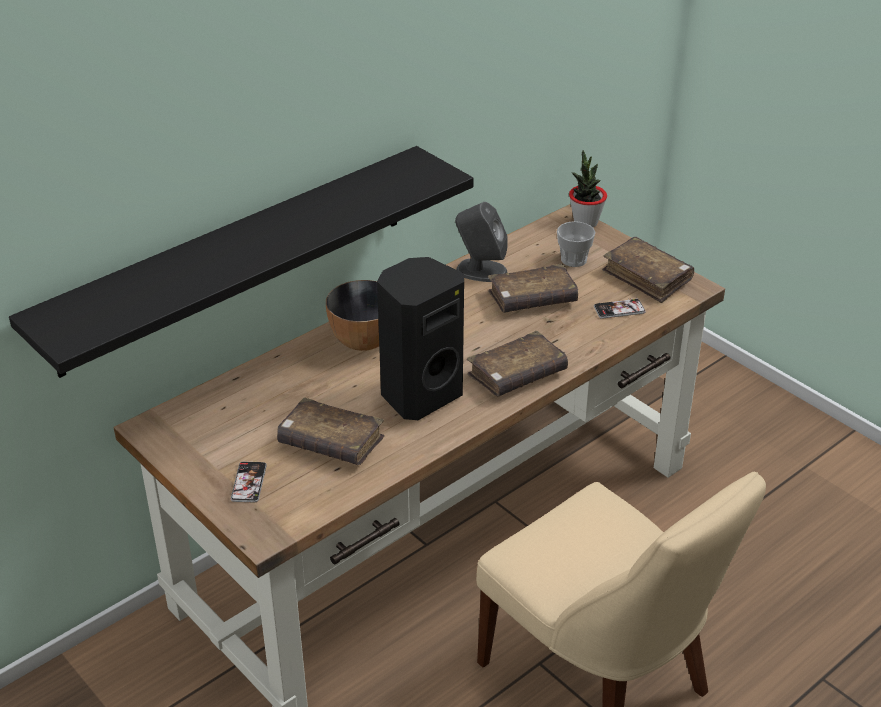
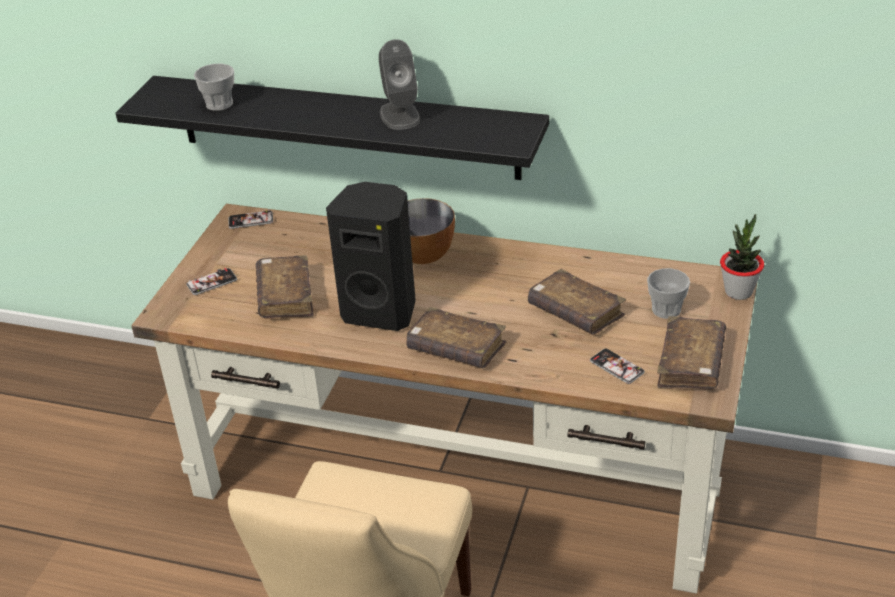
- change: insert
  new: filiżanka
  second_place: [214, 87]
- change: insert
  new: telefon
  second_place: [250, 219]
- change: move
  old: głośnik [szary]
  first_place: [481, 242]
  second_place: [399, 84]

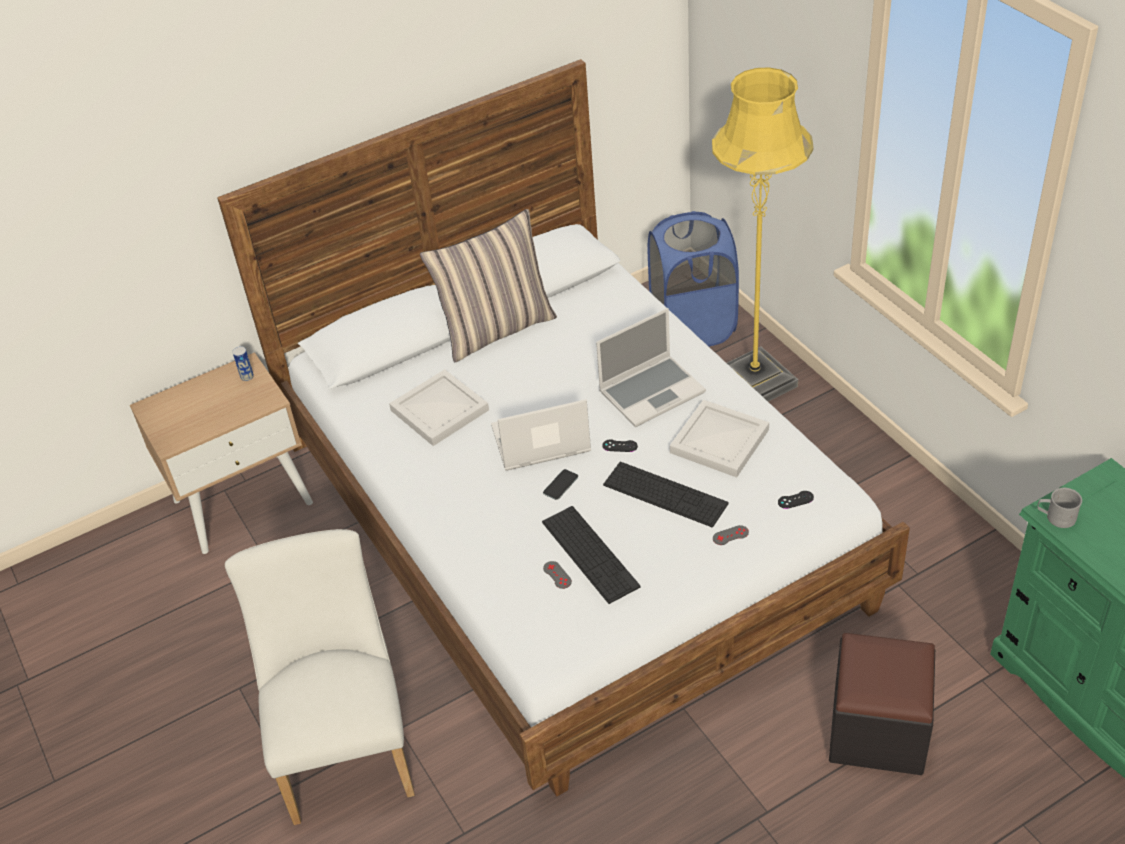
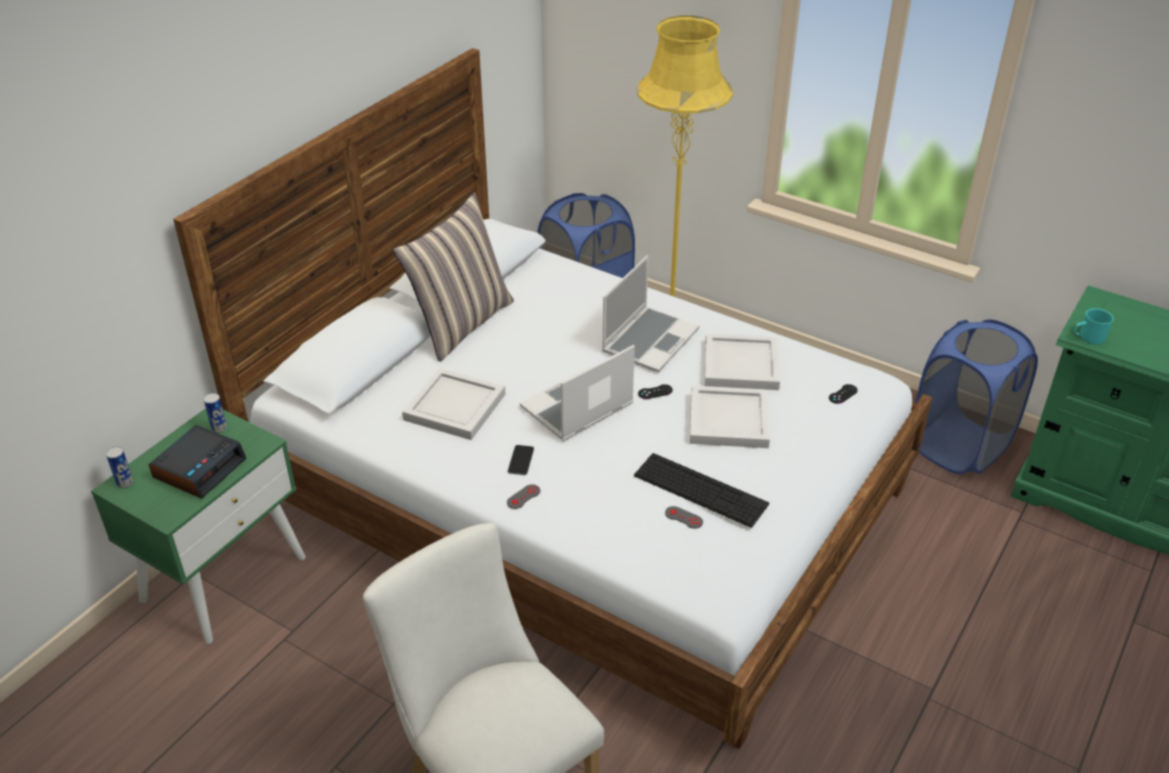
- change: recolor
  old: szafka nocna [beżowy]
  new: szafka nocna [zielony]
  first_place: [221, 453]
  second_place: [198, 526]
- change: insert
  new: puszka
  second_place: [119, 467]
- change: insert
  new: budzik
  second_place: [197, 462]
- change: move
  old: pad do gier [szary]
  first_place: [731, 535]
  second_place: [523, 496]
- change: move
  old: telefon
  first_place: [560, 484]
  second_place: [521, 460]
- change: replace
  old: klawiatura
  new: taca [biały]
  first_place: [666, 494]
  second_place: [730, 417]
- change: insert
  new: kosz na pranie [niebieski]
  second_place: [976, 397]
- change: recolor
  old: kubek [szary]
  new: kubek [turkusowy]
  first_place: [1060, 508]
  second_place: [1094, 326]
- change: delete
  old: pufa [czarny]
  first_place: [882, 704]

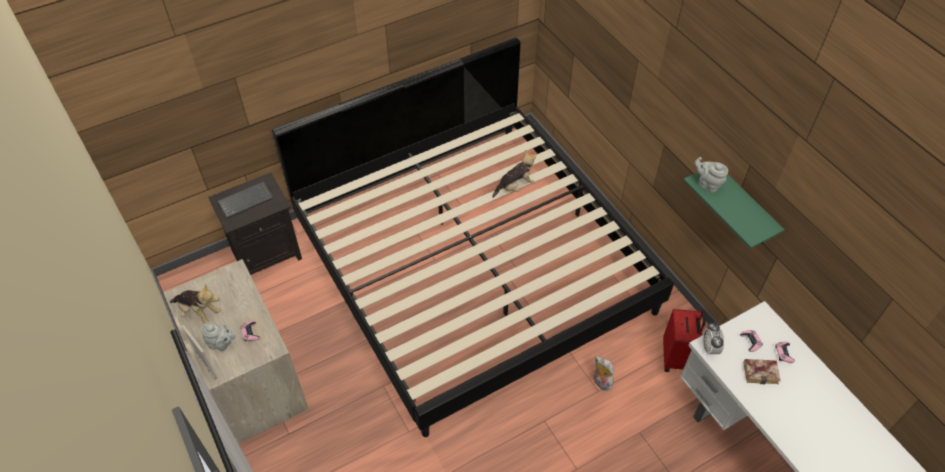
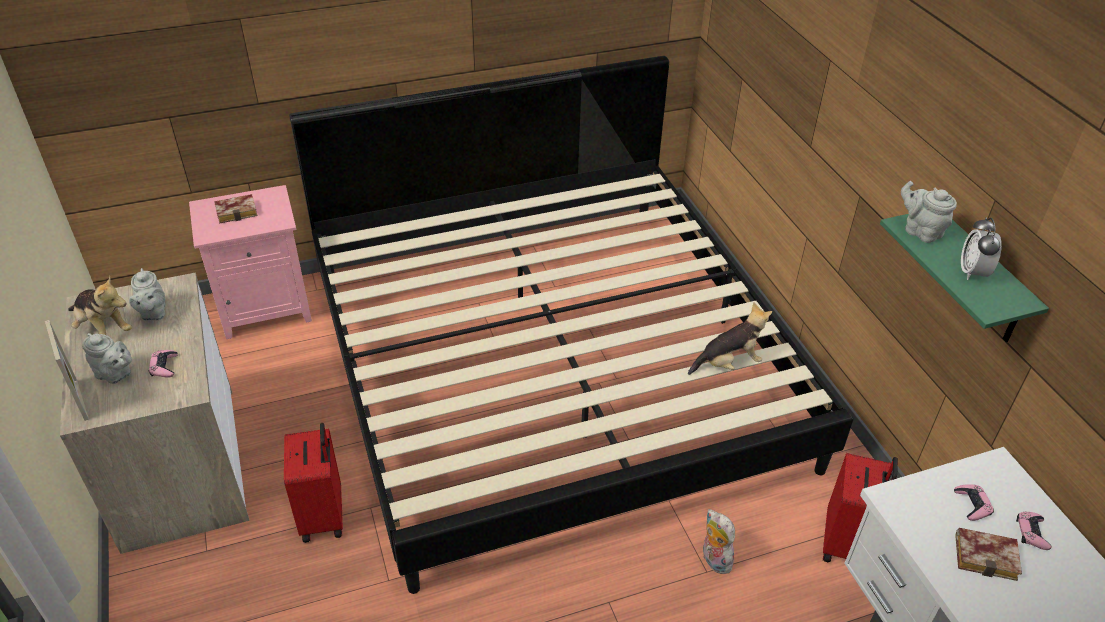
- change: insert
  new: imbryk [szary]
  second_place: [147, 294]
- change: recolor
  old: szafka nocna [czarny]
  new: szafka nocna [różowy]
  first_place: [255, 224]
  second_place: [250, 262]
- change: replace
  old: klawiatura
  new: książka
  first_place: [245, 199]
  second_place: [236, 209]
- change: insert
  new: walizka [czerwony]
  second_place: [313, 483]
- change: move
  old: pluszak
  first_place: [514, 174]
  second_place: [730, 338]
- change: move
  old: budzik
  first_place: [713, 338]
  second_place: [981, 249]

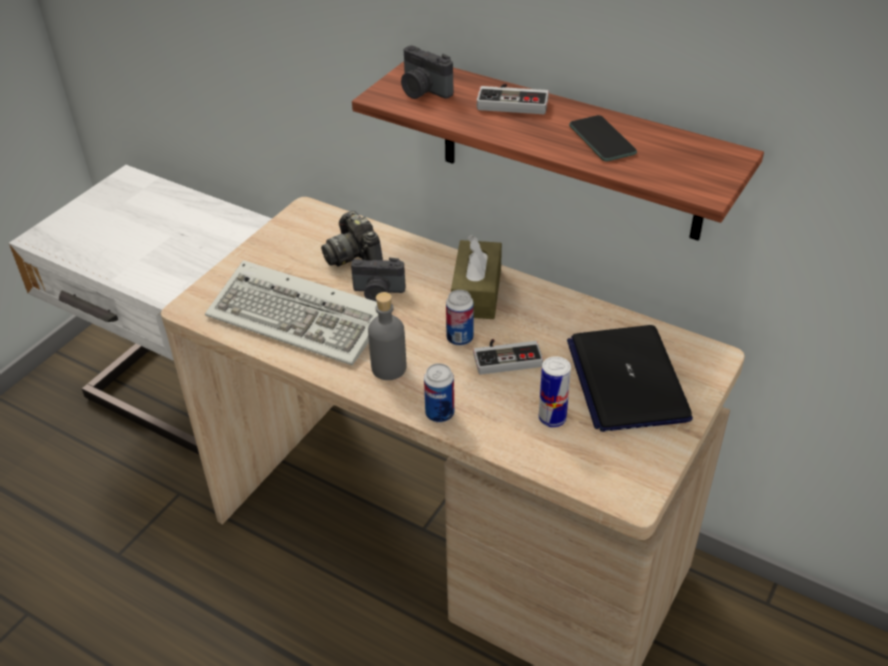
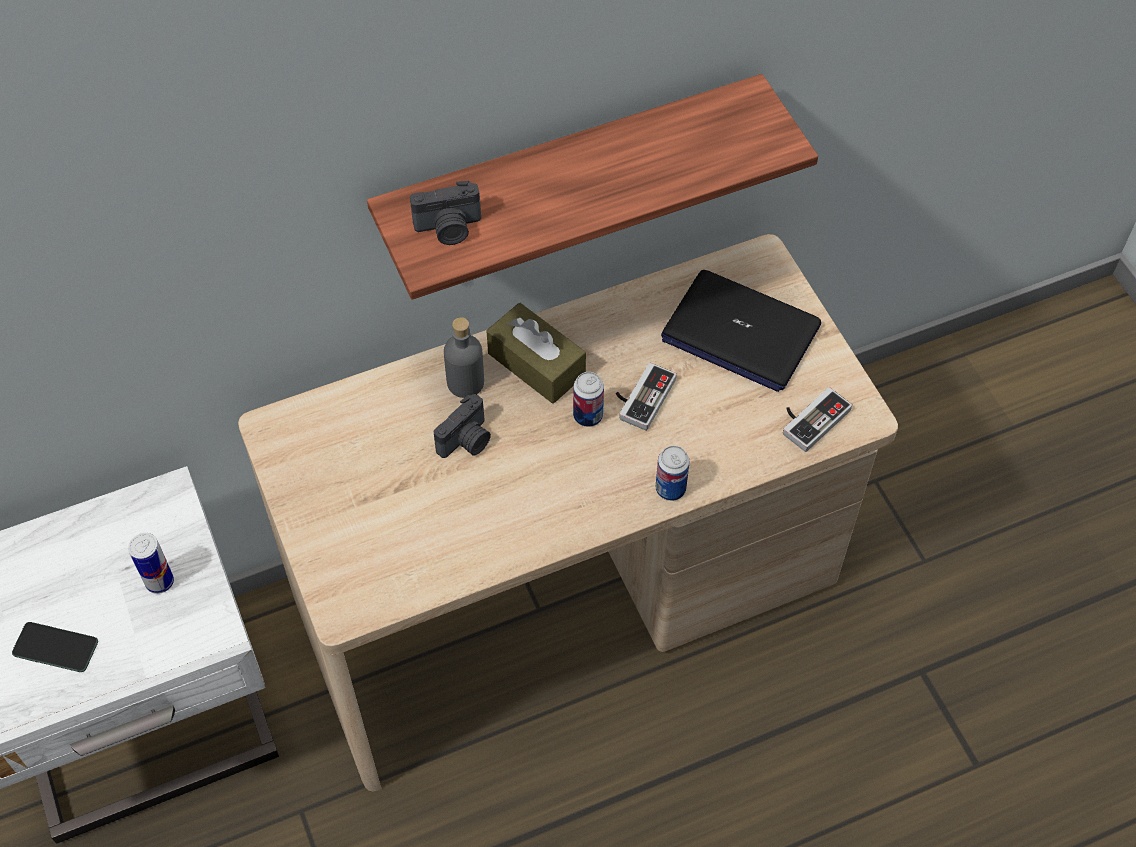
- change: move
  old: telefon
  first_place: [603, 138]
  second_place: [55, 647]
- change: move
  old: puszka
  first_place: [554, 391]
  second_place: [151, 563]
- change: move
  old: butelka [szary]
  first_place: [387, 336]
  second_place: [464, 357]
- change: move
  old: pad do gier
  first_place: [513, 98]
  second_place: [817, 419]
- change: delete
  old: klawiatura
  first_place: [291, 312]
- change: delete
  old: aparat fotograficzny
  first_place: [352, 239]

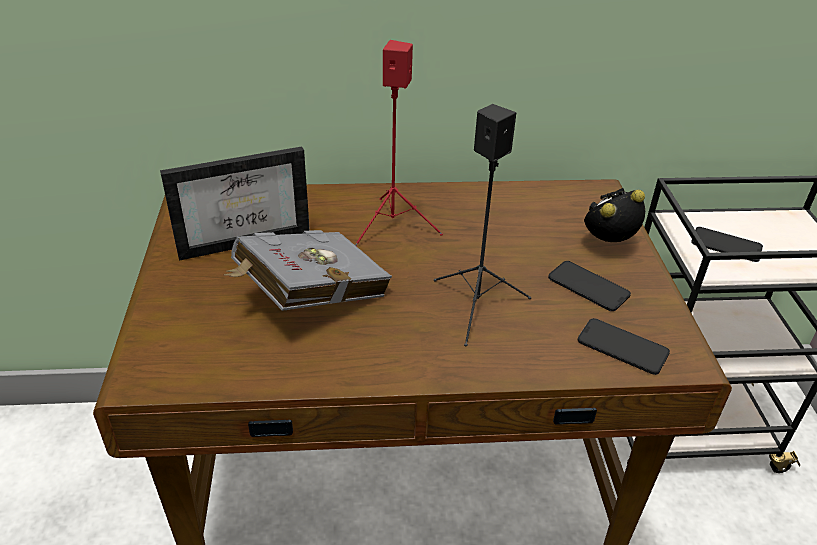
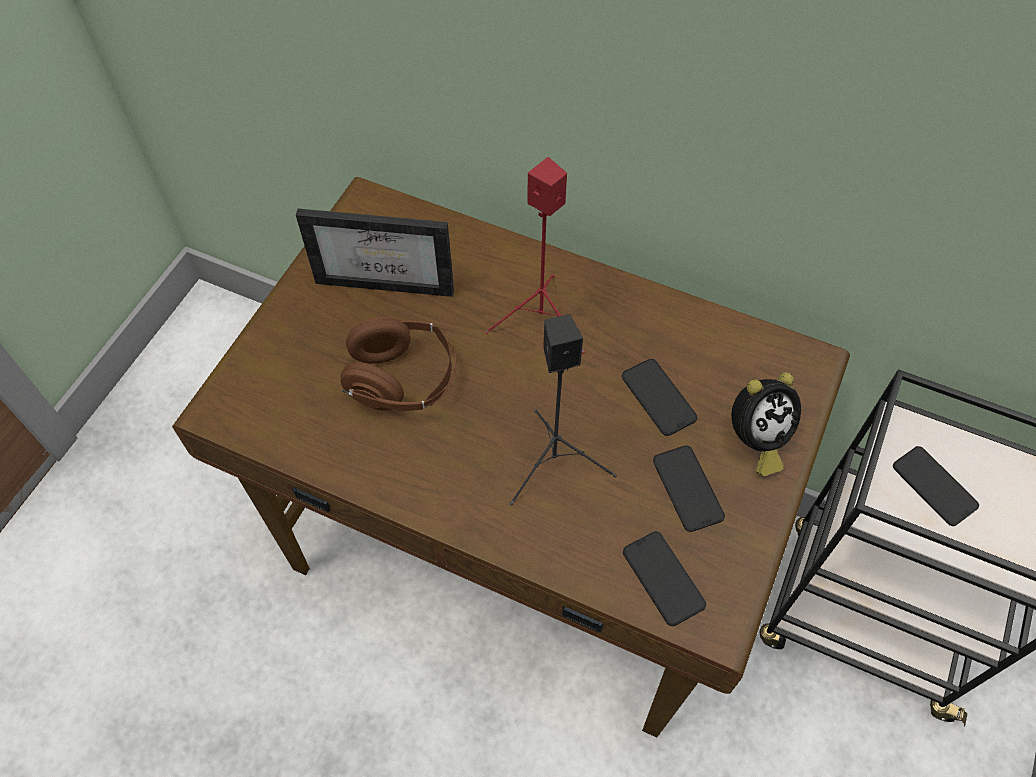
- change: replace
  old: książka [szary]
  new: słuchawki [brązowy]
  first_place: [308, 270]
  second_place: [399, 363]
- change: insert
  new: telefon
  second_place: [659, 397]
- change: rotate
  old: budzik
  first_place: [614, 215]
  second_place: [766, 424]
  degrees: 150

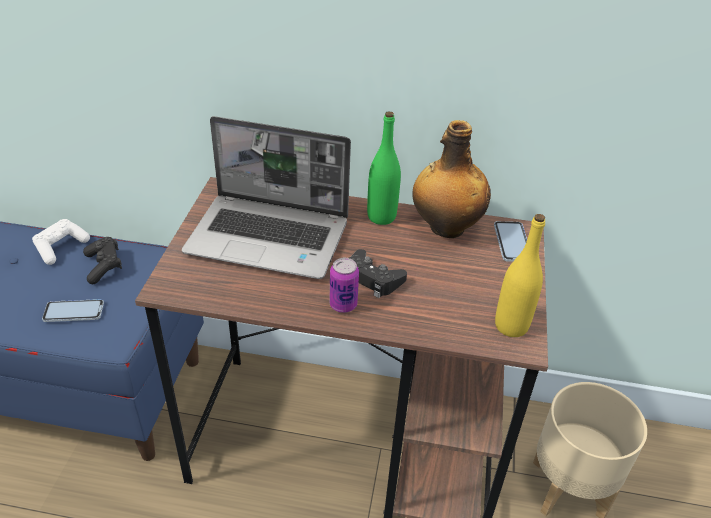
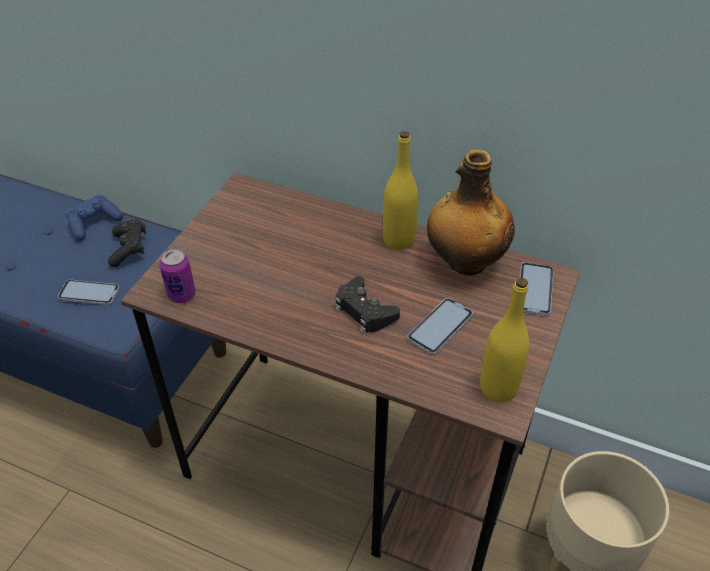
- change: recolor
  old: pad do gier [biały]
  new: pad do gier [niebieski]
  first_place: [61, 242]
  second_place: [94, 218]
- change: move
  old: puszka
  first_place: [344, 285]
  second_place: [177, 275]
- change: recolor
  old: butelka [zielony]
  new: butelka [żółty]
  first_place: [384, 168]
  second_place: [401, 190]
- change: insert
  new: telefon
  second_place: [440, 326]
- change: delete
  old: laptop
  first_place: [266, 197]

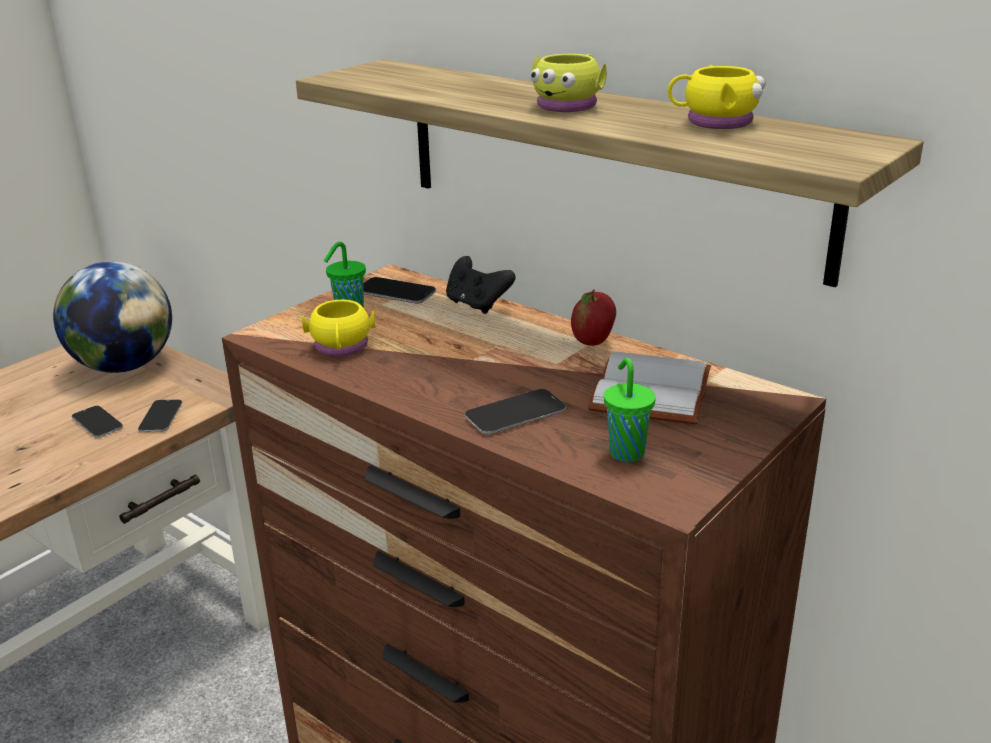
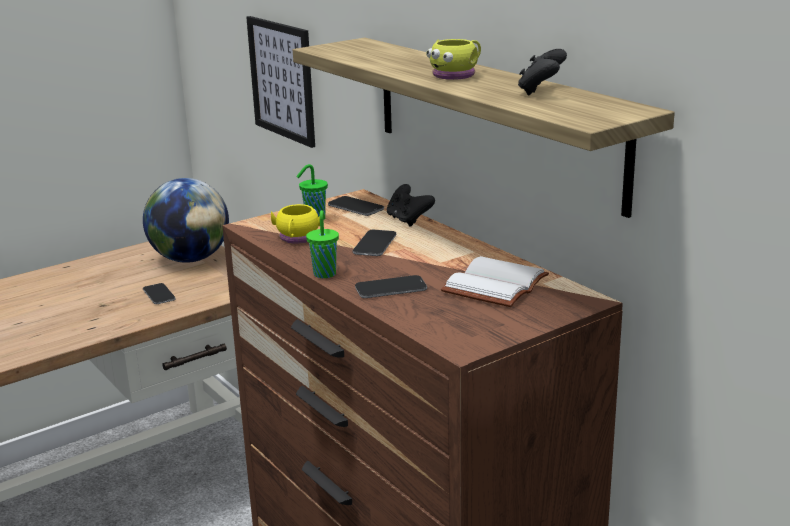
- change: insert
  new: obraz
  second_place: [280, 82]
- change: move
  old: filiżanka [zielony]
  first_place: [630, 410]
  second_place: [322, 244]
- change: move
  old: telefon
  first_place: [160, 416]
  second_place: [374, 243]
- change: replace
  old: kubek [żółty]
  new: pad do gier [czarny]
  first_place: [716, 97]
  second_place: [542, 72]
- change: delete
  old: jabłko
  first_place: [593, 317]

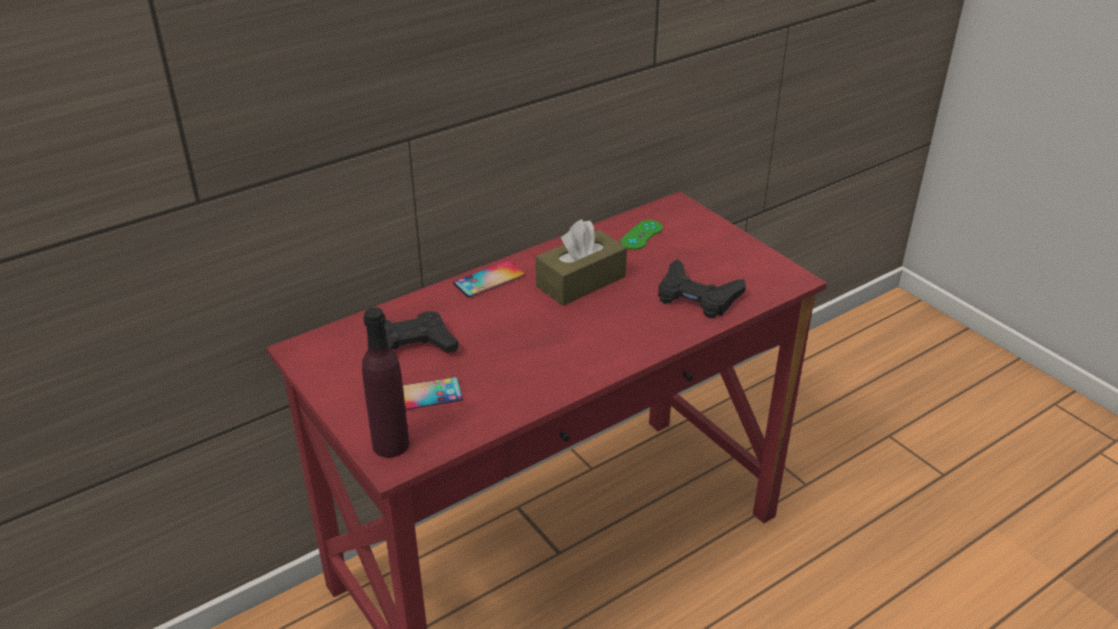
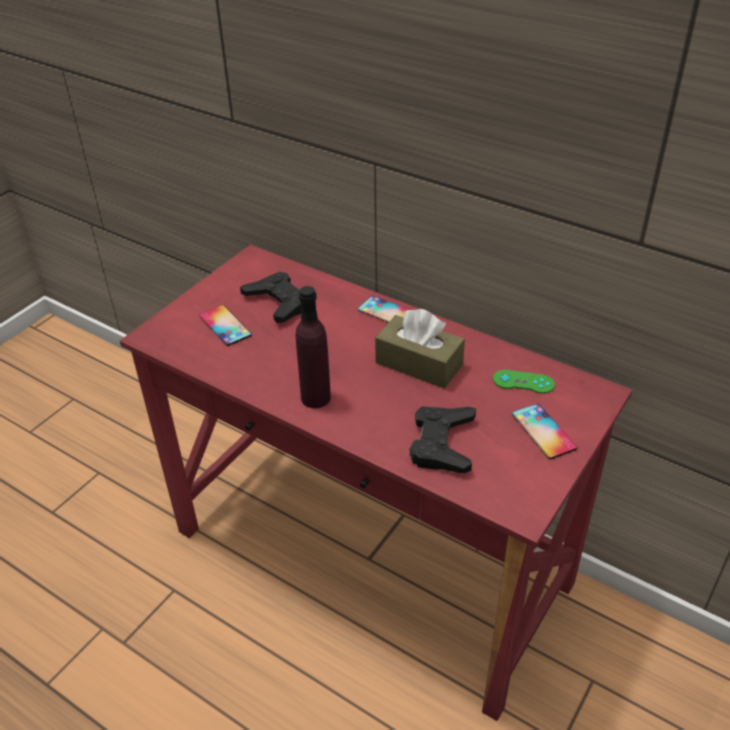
- change: move
  old: butelka [fioletowy]
  first_place: [385, 382]
  second_place: [313, 347]
- change: insert
  new: telefon
  second_place: [544, 431]

